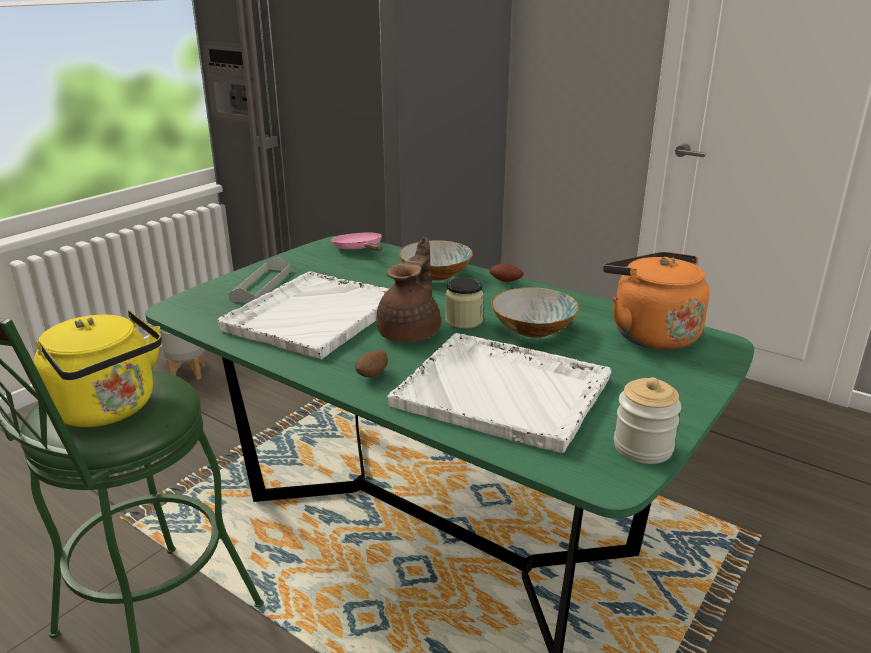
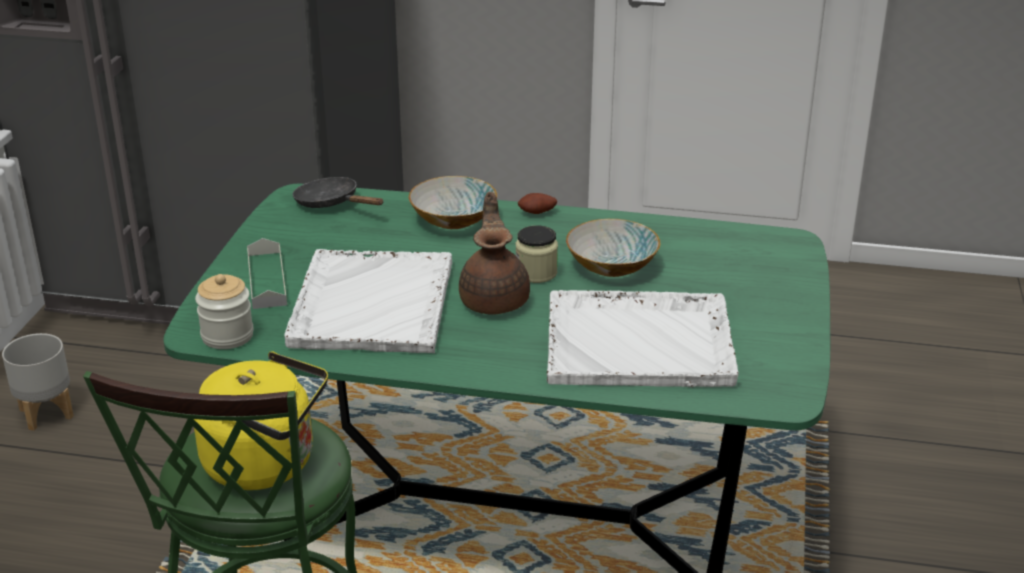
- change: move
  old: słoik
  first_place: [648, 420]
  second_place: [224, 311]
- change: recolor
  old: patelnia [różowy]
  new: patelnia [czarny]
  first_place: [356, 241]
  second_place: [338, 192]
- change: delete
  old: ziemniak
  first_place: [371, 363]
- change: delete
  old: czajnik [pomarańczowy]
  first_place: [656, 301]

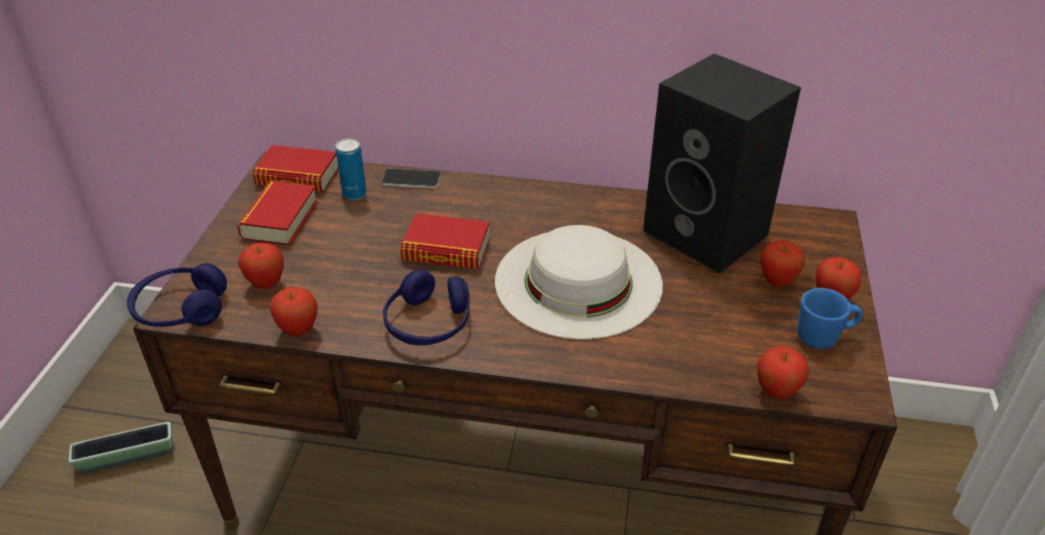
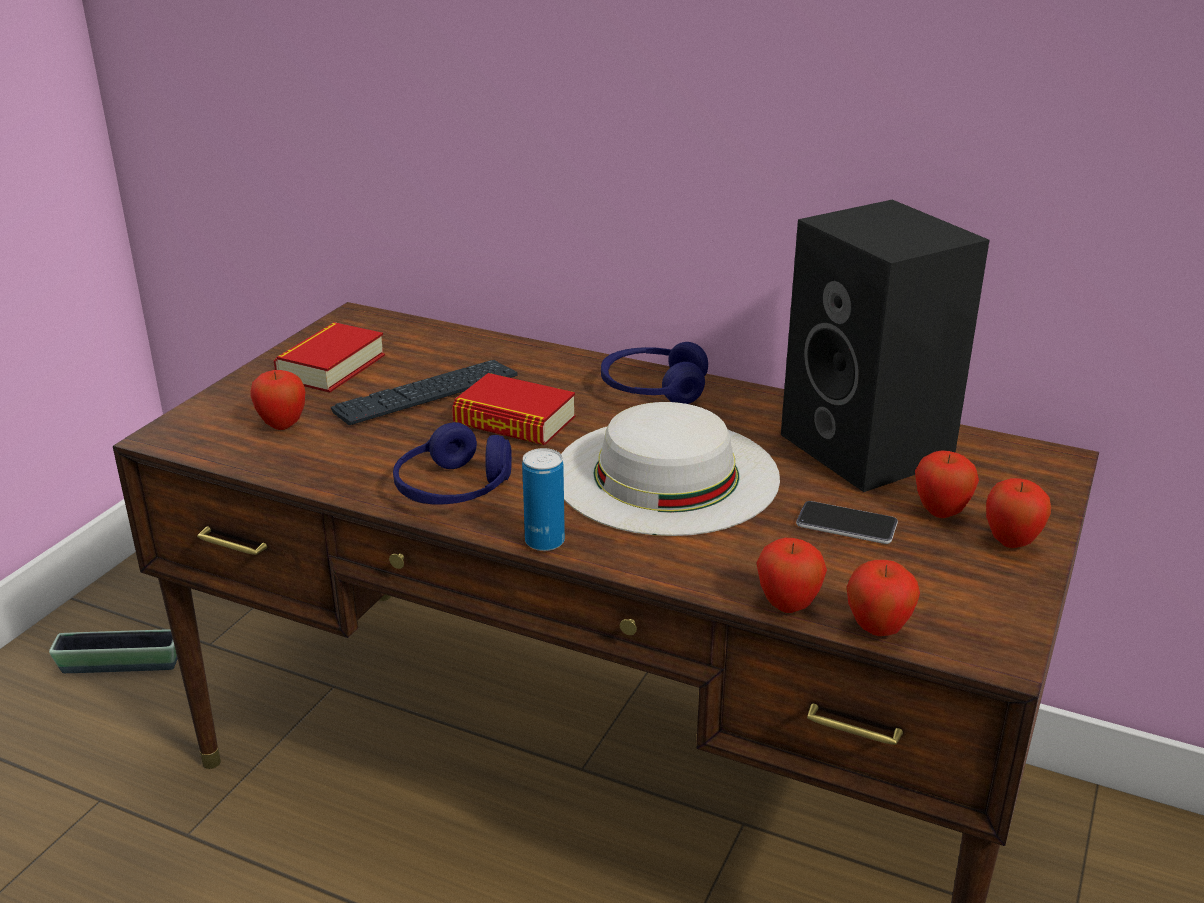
- change: insert
  new: klawiatura
  second_place: [424, 392]
- change: move
  old: puszka
  first_place: [351, 169]
  second_place: [543, 499]
- change: move
  old: słuchawki [niebieski]
  first_place: [177, 295]
  second_place: [654, 373]
- change: move
  old: jabłko
  first_place: [294, 311]
  second_place: [791, 575]
- change: move
  old: telefon
  first_place: [411, 178]
  second_place: [847, 522]
- change: delete
  old: książka
  first_place: [296, 169]
- change: delete
  old: kubek [niebieski]
  first_place: [830, 318]

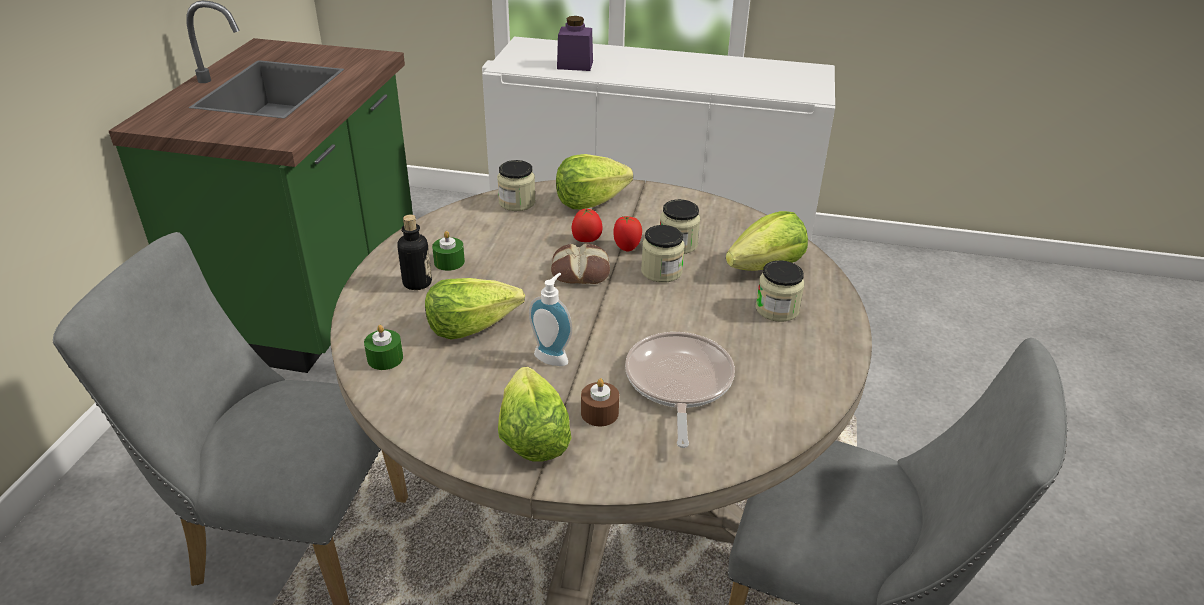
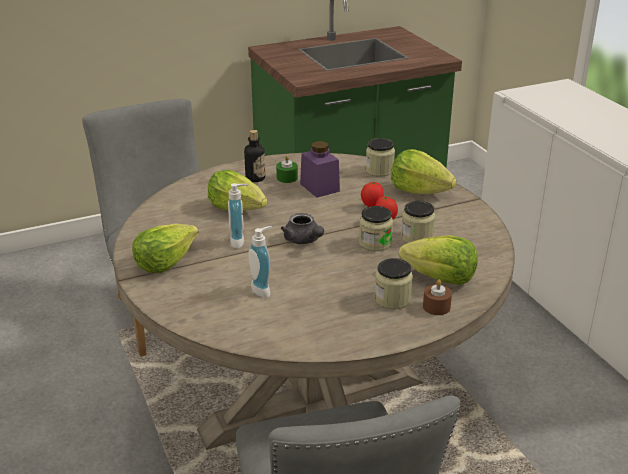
- change: replace
  old: patelnia
  new: dozownik mydła
  first_place: [680, 390]
  second_place: [260, 262]
- change: insert
  new: imbryk [szary]
  second_place: [302, 228]
- change: move
  old: słoik [fioletowy]
  first_place: [575, 43]
  second_place: [320, 169]
- change: move
  old: świeca [brązowy]
  first_place: [600, 402]
  second_place: [437, 297]
- change: delete
  old: świeca [zielony]
  first_place: [383, 347]
- change: delete
  old: chleb
  first_place: [580, 263]

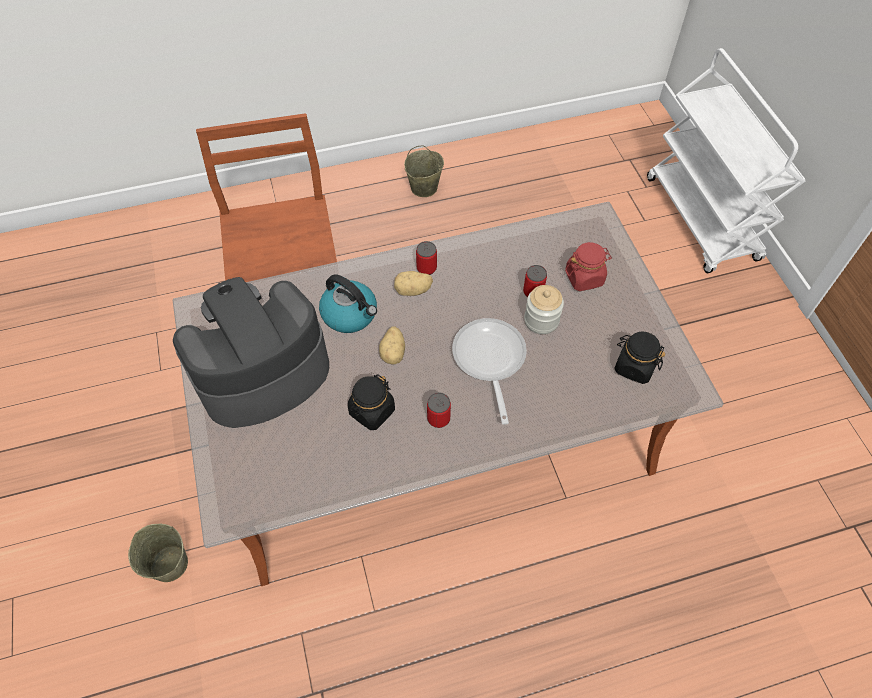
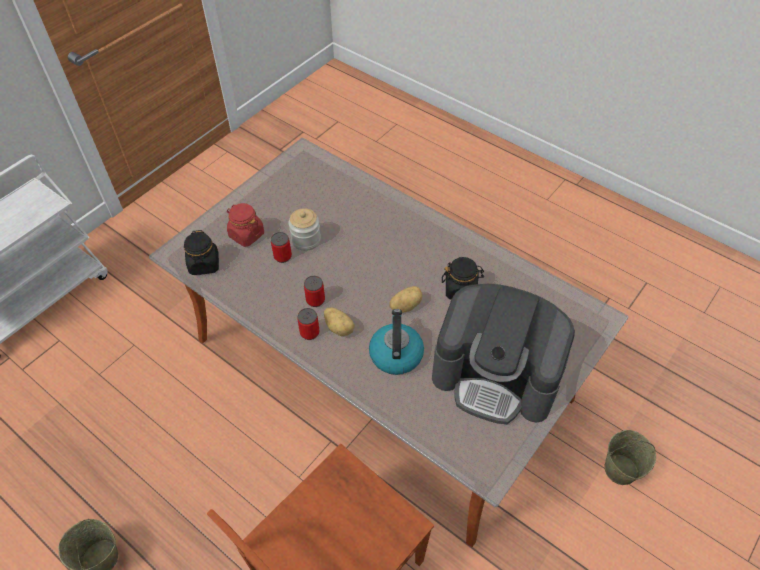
- change: move
  old: słoik [czarny]
  first_place: [640, 357]
  second_place: [201, 252]
- change: move
  old: puszka
  first_place: [439, 410]
  second_place: [314, 291]
- change: delete
  old: patelnia
  first_place: [489, 371]

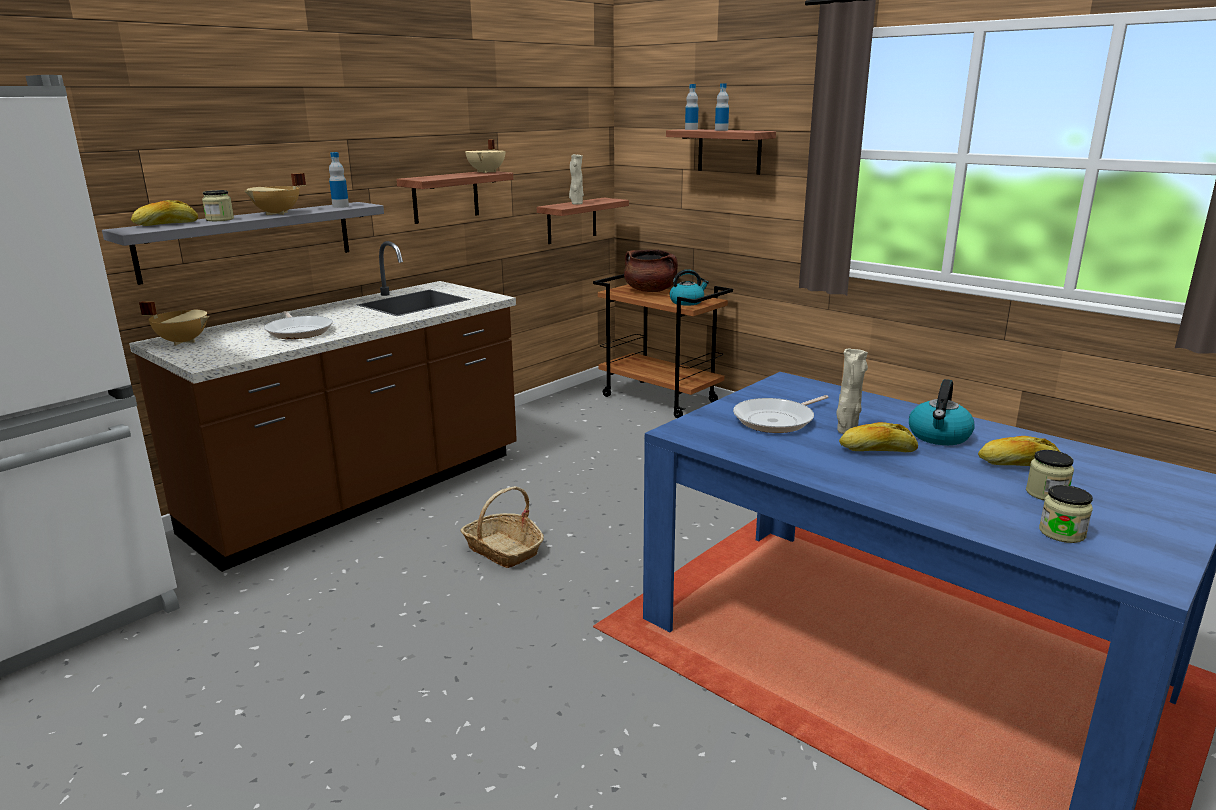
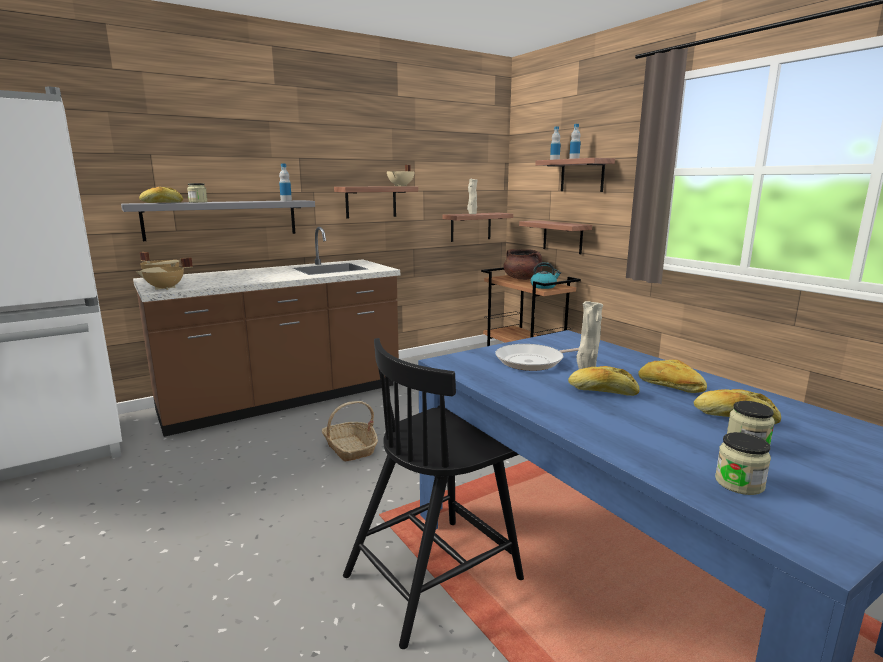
- change: move
  old: garnek [beżowy]
  first_place: [275, 194]
  second_place: [164, 273]
- change: insert
  new: krzesło [czarny]
  second_place: [433, 493]
- change: insert
  new: półka
  second_place: [555, 237]
- change: replace
  old: czajnik
  new: chleb
  first_place: [942, 412]
  second_place: [672, 376]
- change: delete
  old: patelnia
  first_place: [298, 325]

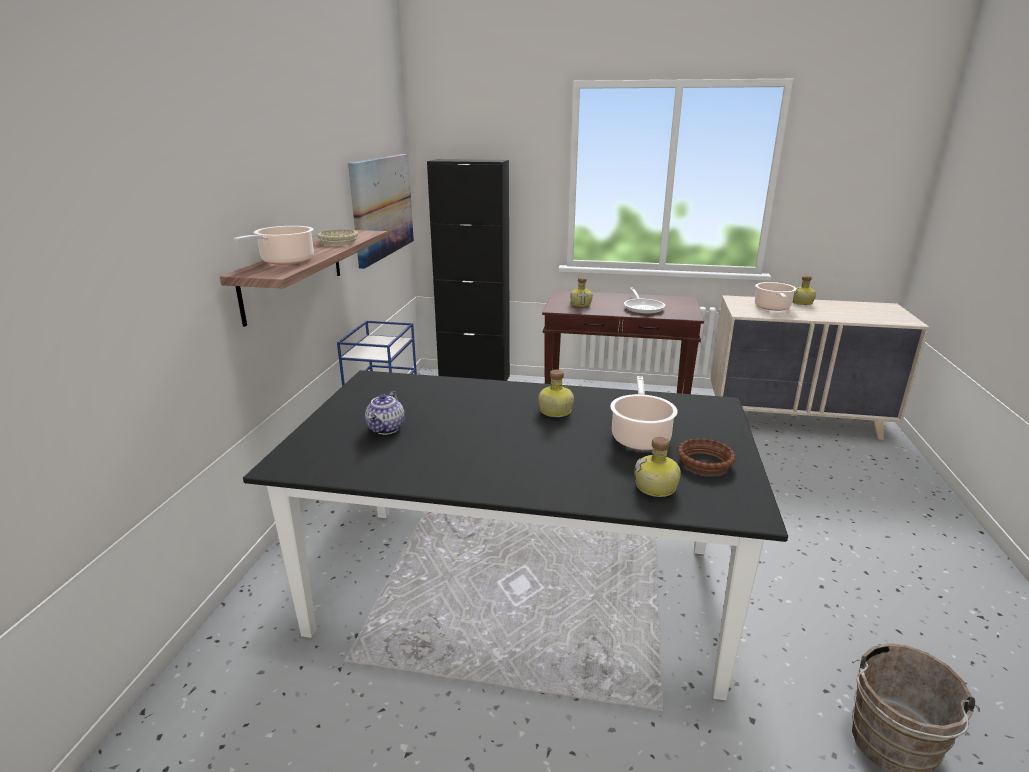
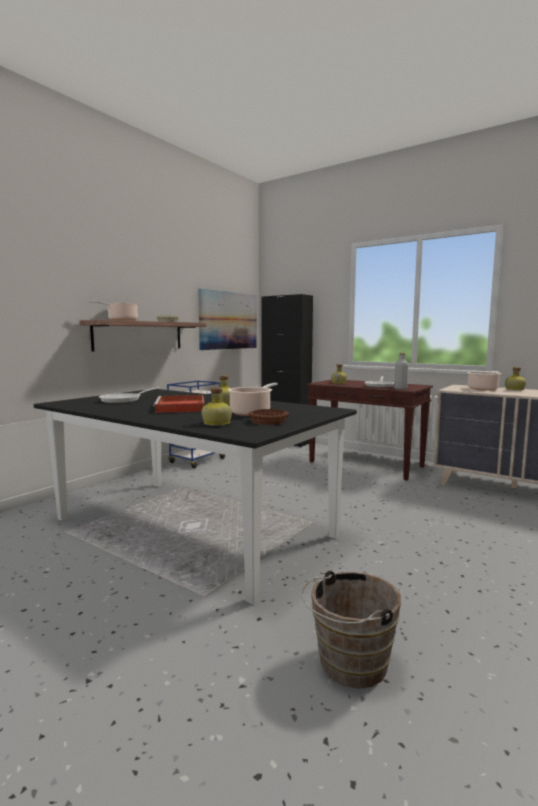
- change: replace
  old: imbryk
  new: patelnia
  first_place: [385, 413]
  second_place: [129, 395]
- change: insert
  new: taca [czerwony]
  second_place: [179, 404]
- change: insert
  new: butelka [szary]
  second_place: [401, 371]

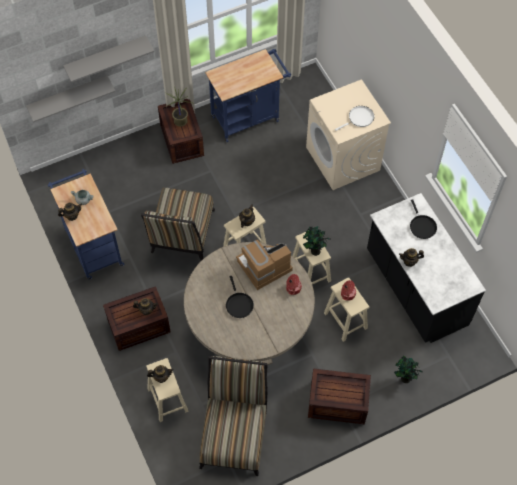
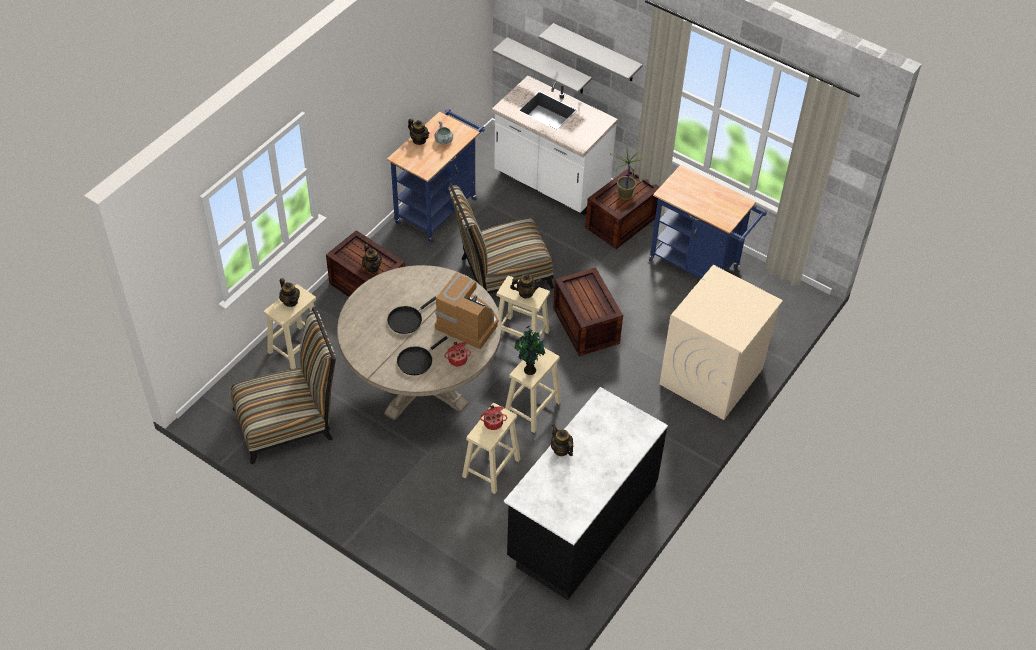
- change: move
  old: patelnia [czarny]
  first_place: [423, 219]
  second_place: [422, 355]
- change: insert
  new: zabudowa kuchenna [biały]
  second_place: [555, 145]
- change: move
  old: skrzynka
  first_place: [339, 396]
  second_place: [588, 312]
- change: delete
  old: patelnia [biały]
  first_place: [354, 118]
- change: delete
  old: roślina doniczkowa
  first_place: [408, 369]

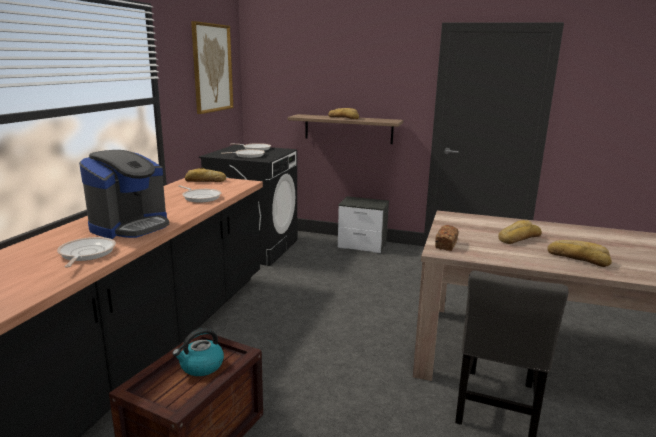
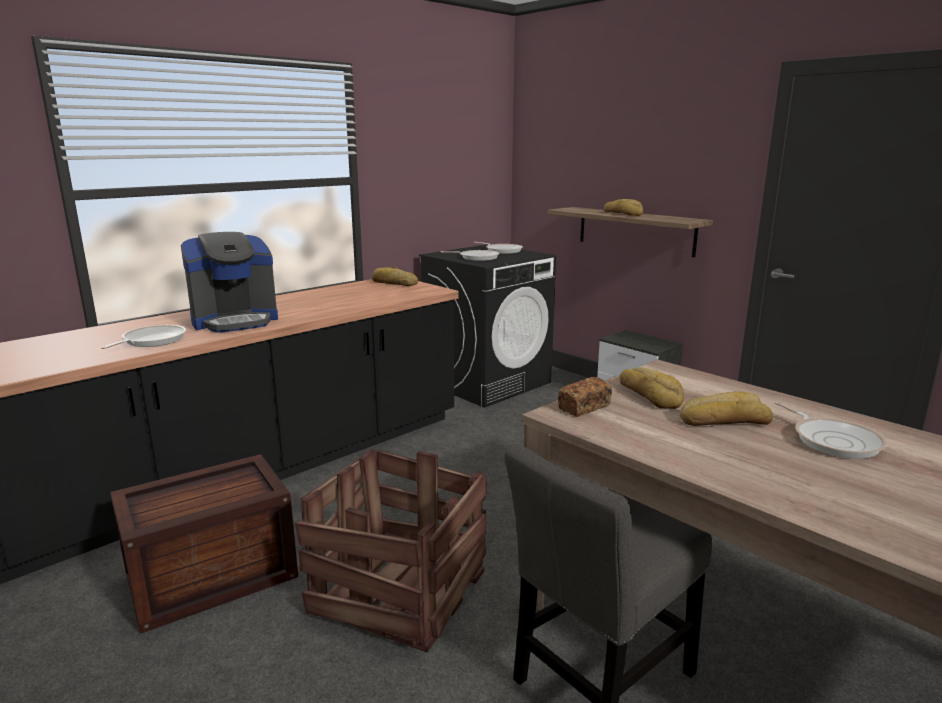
- change: insert
  new: skrzynka
  second_place: [391, 550]
- change: move
  old: chleb
  first_place: [579, 253]
  second_place: [651, 388]
- change: move
  old: patelnia
  first_place: [199, 193]
  second_place: [831, 430]
- change: delete
  old: czajnik
  first_place: [198, 352]
- change: delete
  old: obraz
  first_place: [212, 67]

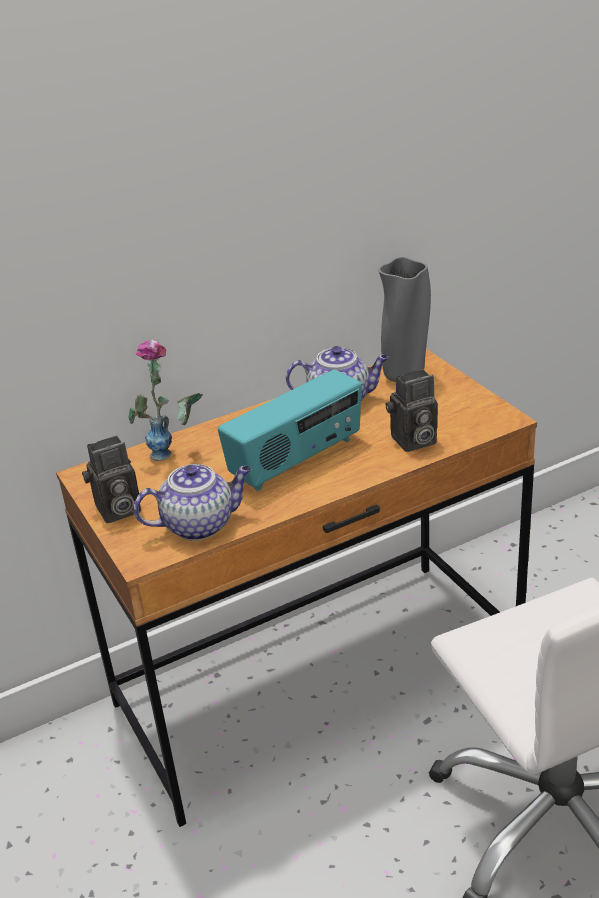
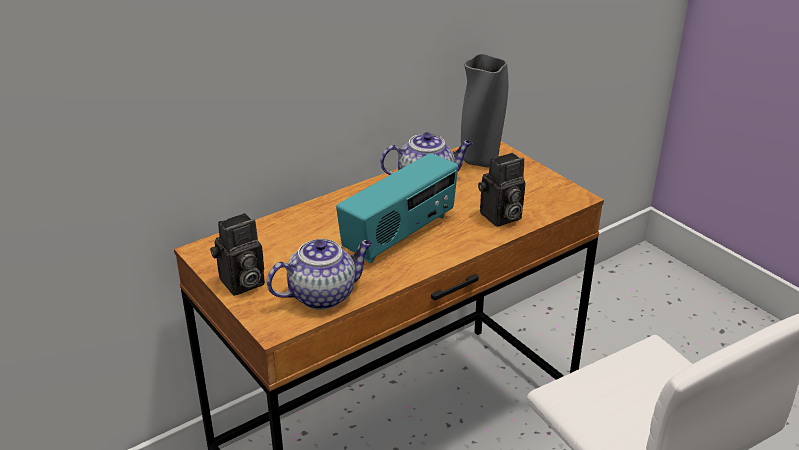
- change: delete
  old: wazon
  first_place: [165, 400]

